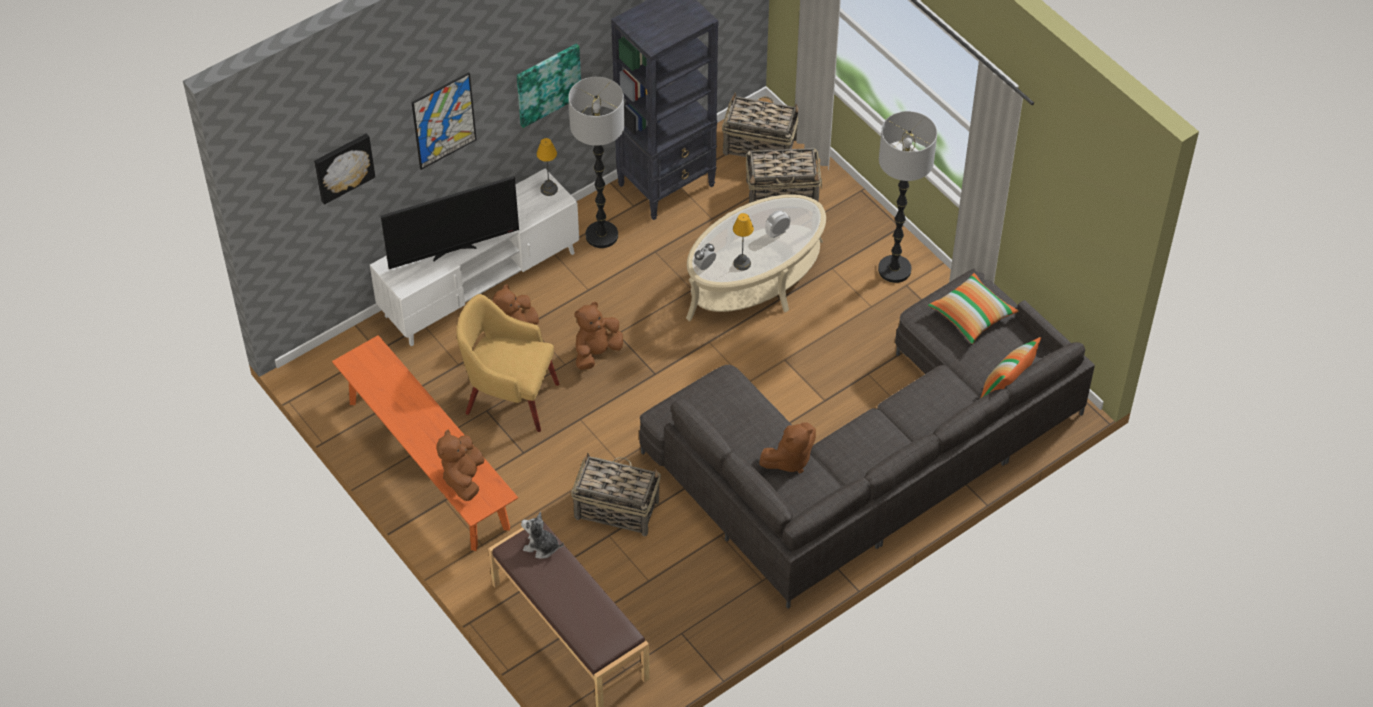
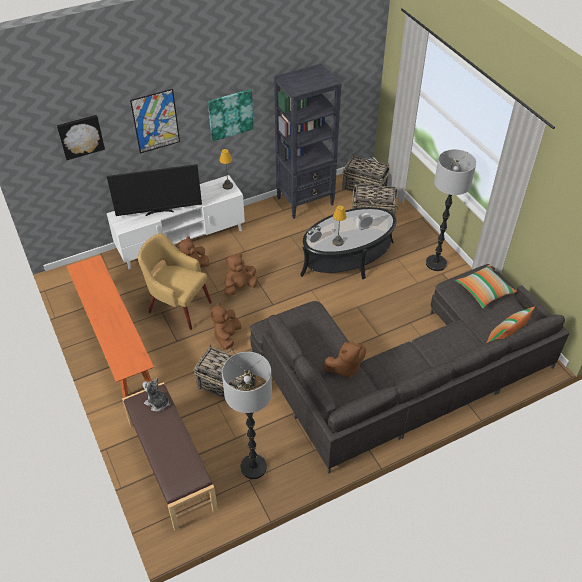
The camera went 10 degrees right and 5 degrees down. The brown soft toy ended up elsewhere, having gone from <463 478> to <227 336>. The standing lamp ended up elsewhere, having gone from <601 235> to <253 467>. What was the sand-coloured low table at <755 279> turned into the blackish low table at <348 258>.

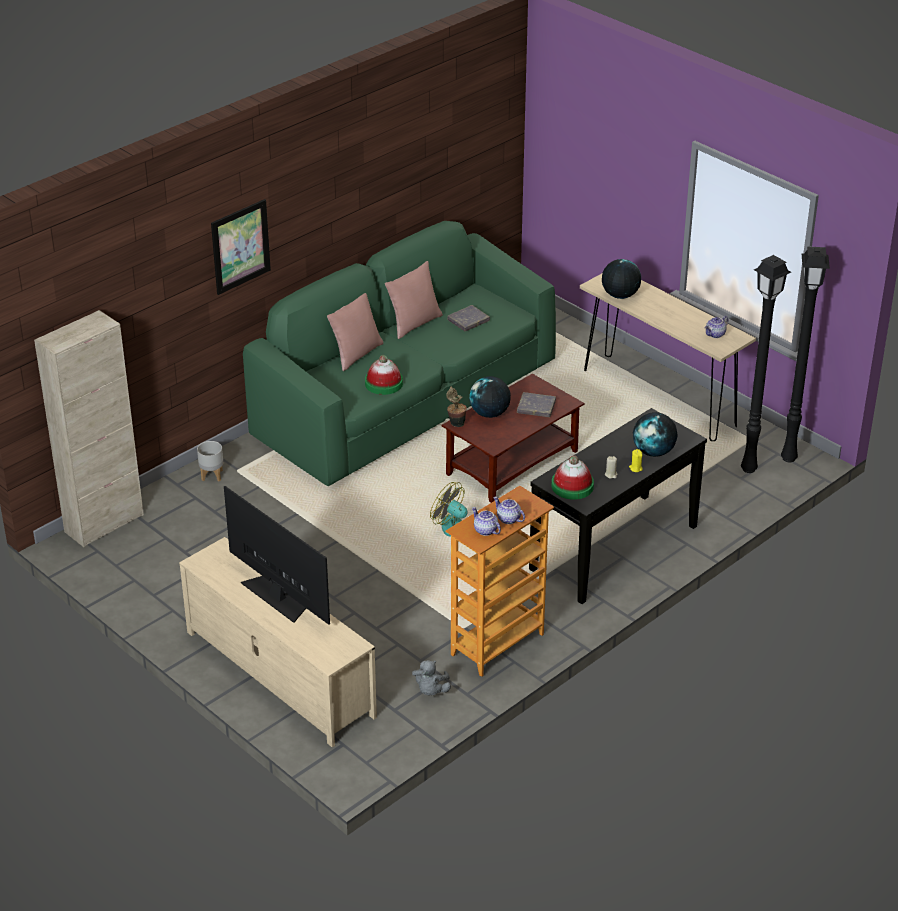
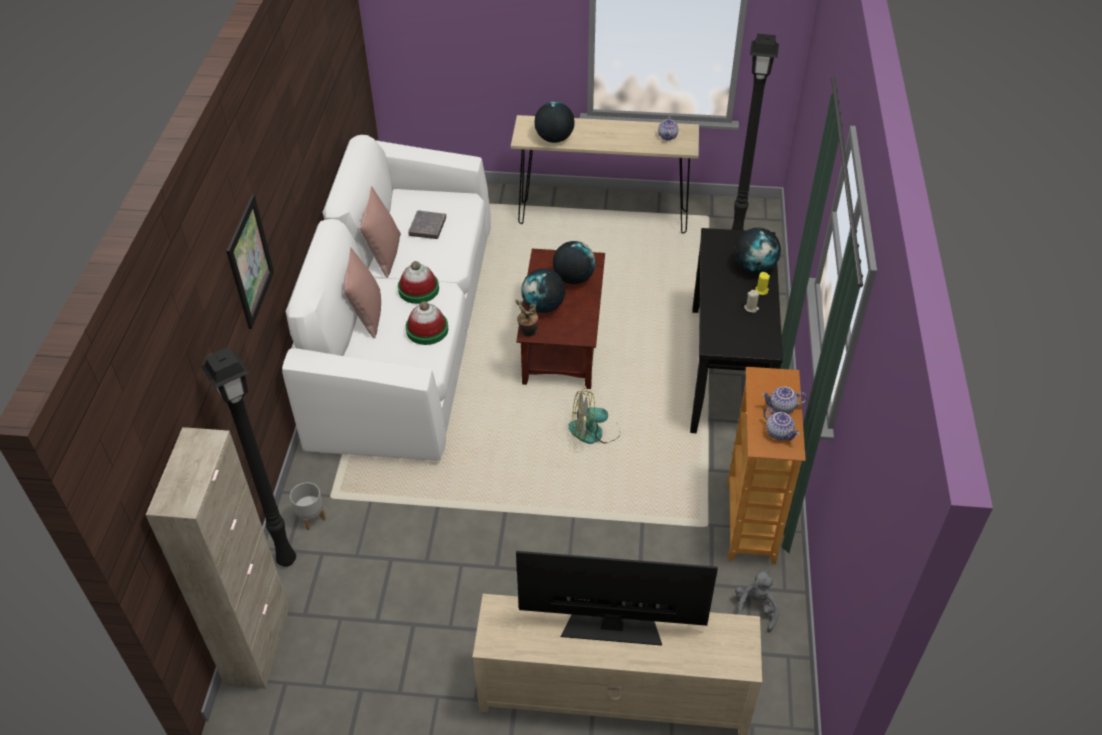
The camera went 40 degrees left and 10 degrees up. What was the greenish settee at <405 399> turned into the whitish settee at <405 331>. The gray soft toy at <431 691> ended up facing another way, 135 degrees counterclockwise from before. The tea pot at <485 530> ended up facing another way, 135 degrees counterclockwise from before. Where the gray book stood at <536 407>, the desk globe came to stand at <573 278>. The wearable hat ended up elsewhere, having gone from <572 486> to <418 289>. The blackish standing lamp ended up elsewhere, having gone from <787 457> to <285 559>.

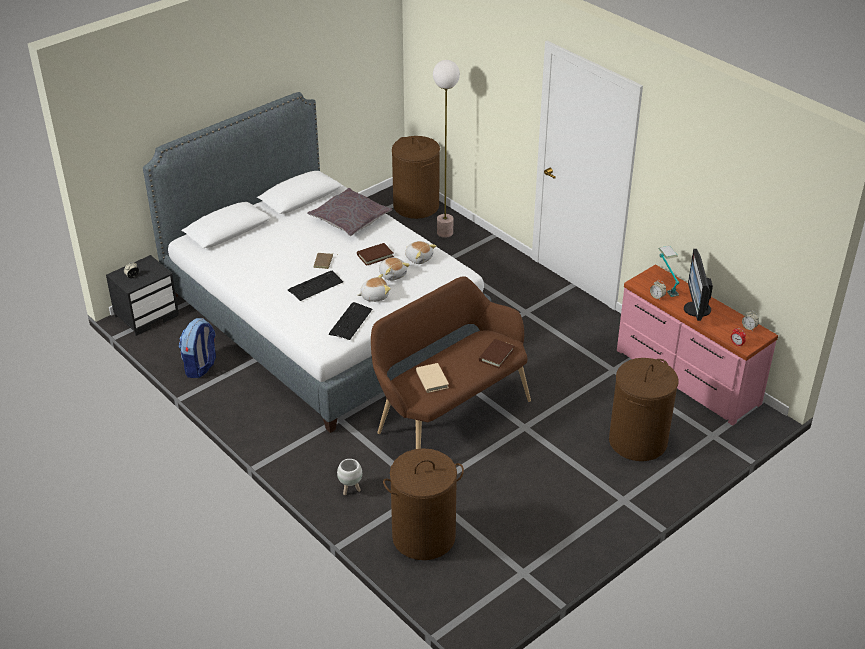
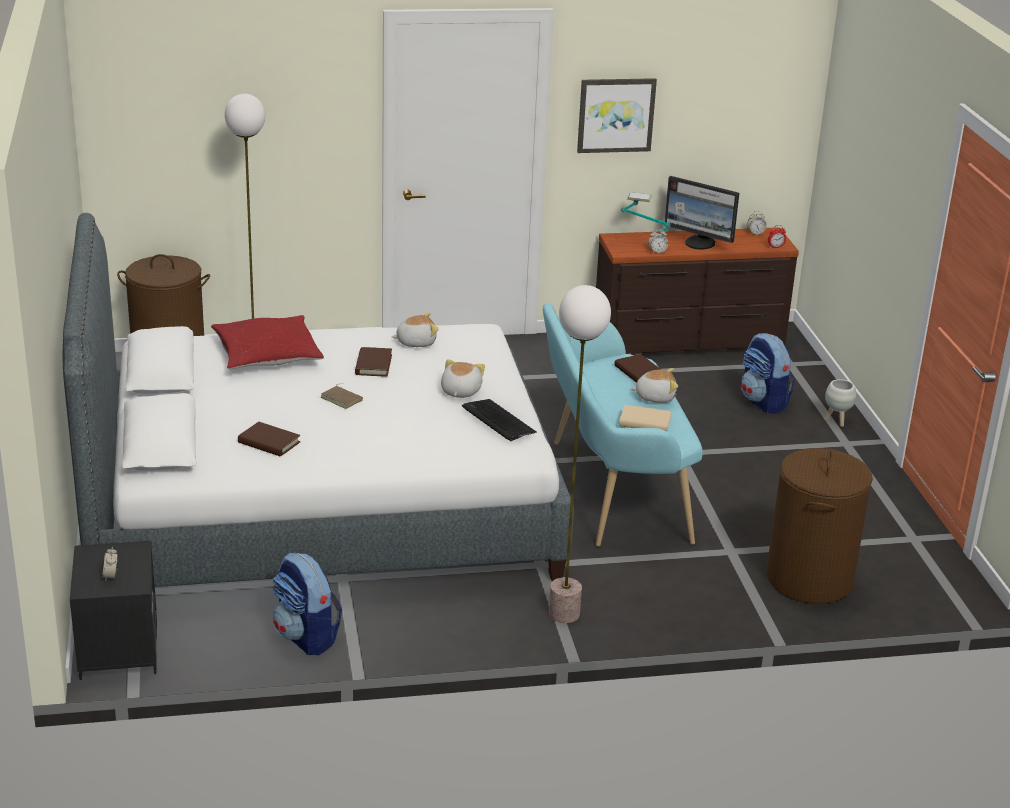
The camera went 60 degrees left and 10 degrees down. The second view lost the computer keyboard at <315 286>. What was the gray throw pillow at <350 219> turned into the red-coloured throw pillow at <267 354>. The whitish flower pot ended up elsewhere, having gone from <350 490> to <837 421>. What was the brown bench at <448 414> turned into the blue-green bench at <610 490>. The soft toy ended up elsewhere, having gone from <393 274> to <655 397>. Where the brown laundry basket stood at <638 441>, the backpack came to stand at <763 402>. What was the pink drawer chest at <686 377> turned into the brown drawer chest at <688 342>. The second view gained the brown book at <269 442>. The second view gained the standing lamp at <564 614>. The second view gained the picture at <616 115>.

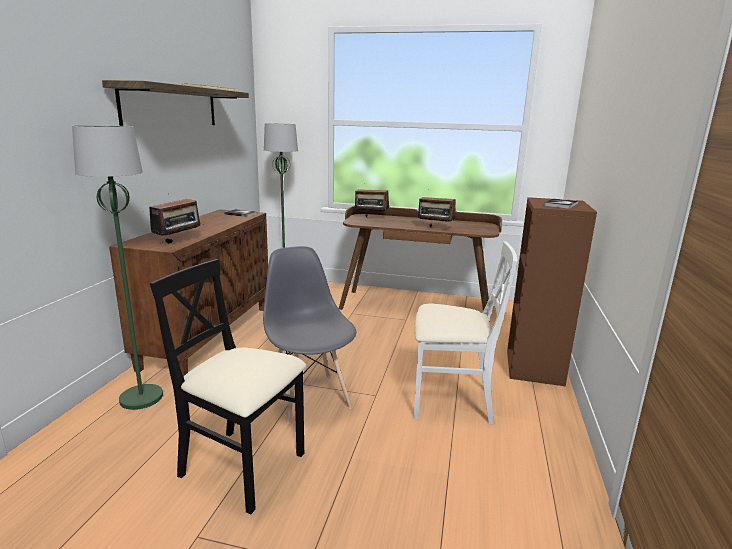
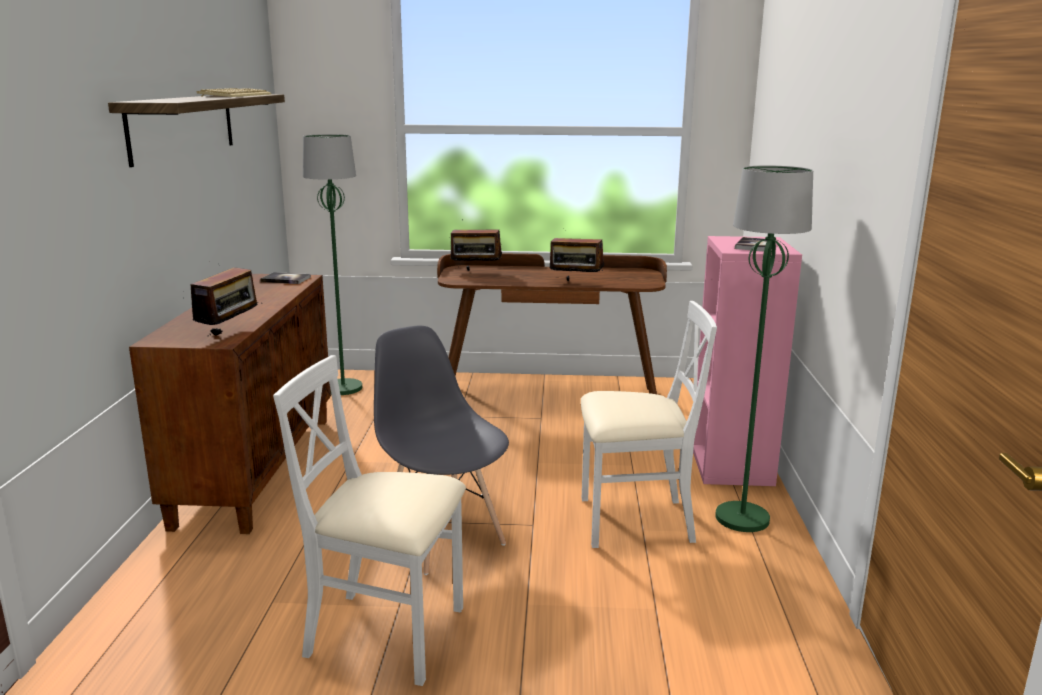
The camera went 10 degrees left and 0 degrees up. The greenish standing lamp ended up elsewhere, having gone from <142 398> to <742 518>. What was the blackish upright chair at <243 467> turned into the whitish upright chair at <387 634>. What was the brown bookcase at <535 367> turned into the pink bookcase at <732 466>.

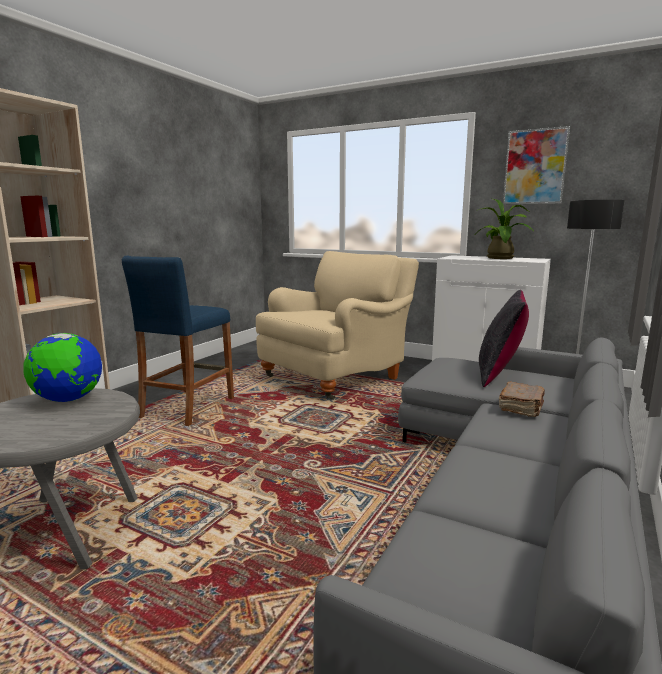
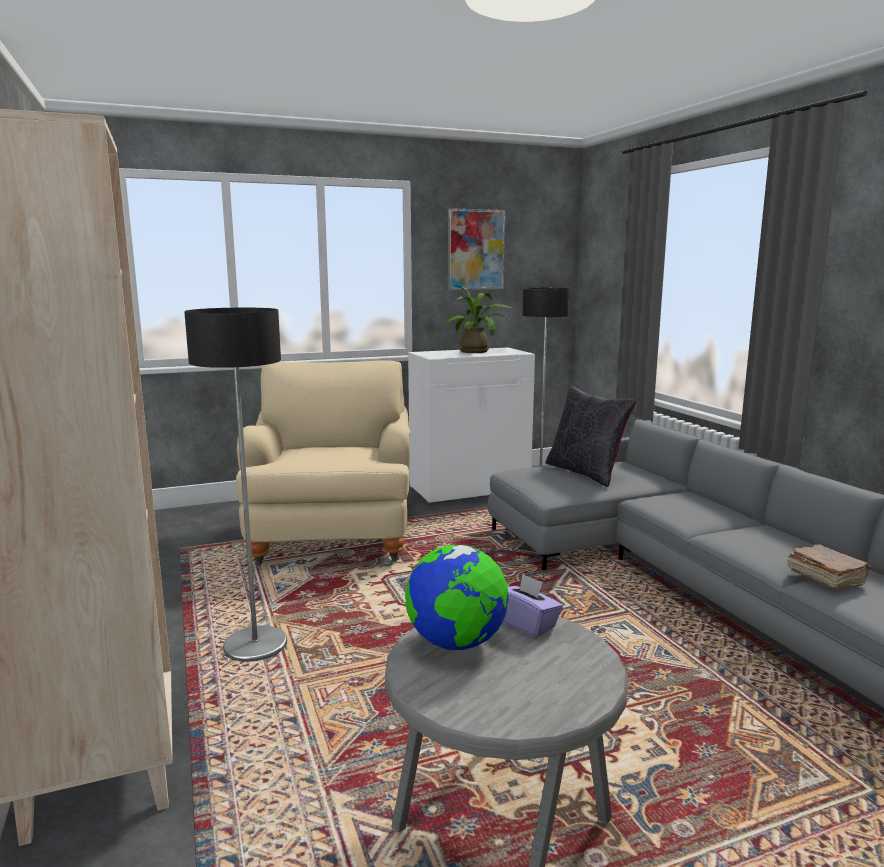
The camera went 50 degrees left and 0 degrees up. Where the bluish sitting stool stood at <187 408>, the standing lamp came to stand at <255 646>. The brown book ended up elsewhere, having gone from <521 408> to <825 578>. The second view gained the purplish tissue holder at <527 623>.

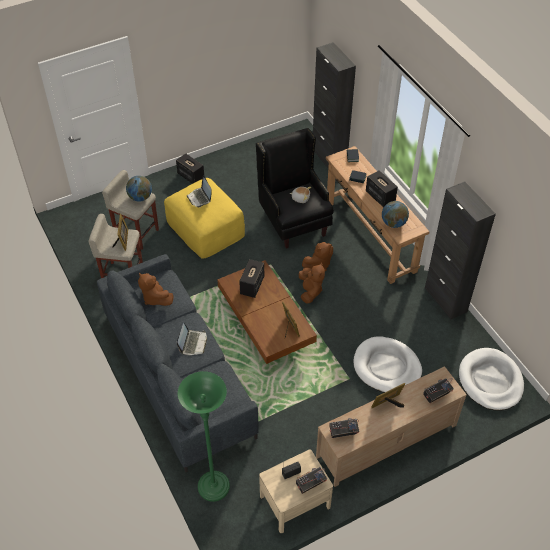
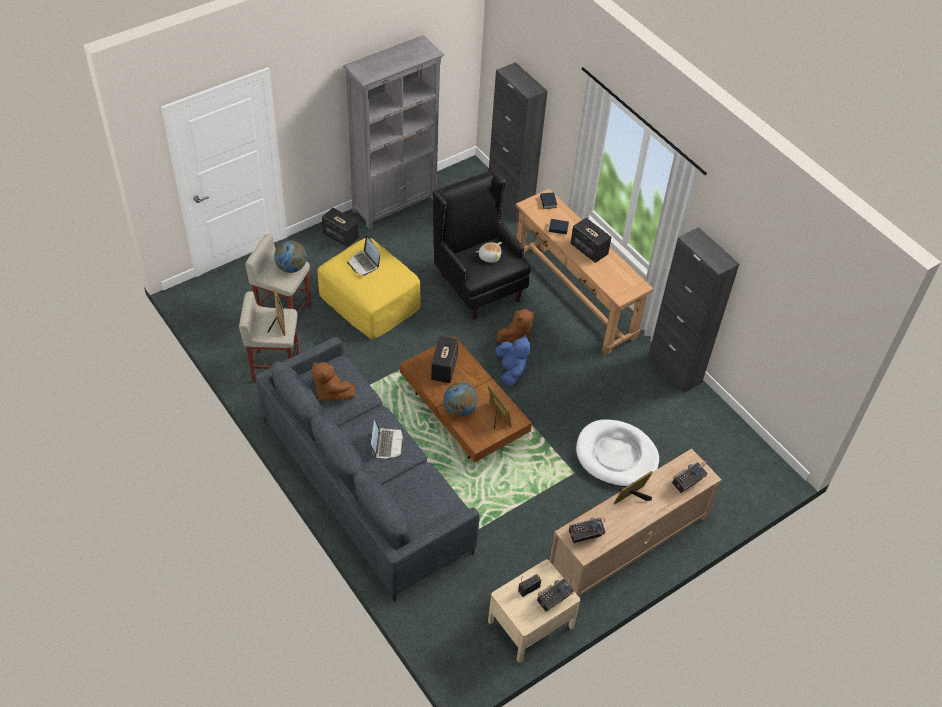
The camera went 10 degrees left and 0 degrees up. The second view lost the greenish standing lamp at <213 487>. What was the brown soft toy at <310 291> turned into the bluish soft toy at <511 370>. The desk globe ended up elsewhere, having gone from <393 223> to <459 409>. The second view lost the whitish pet bed at <490 381>. The second view gained the gray bookcase at <395 204>.

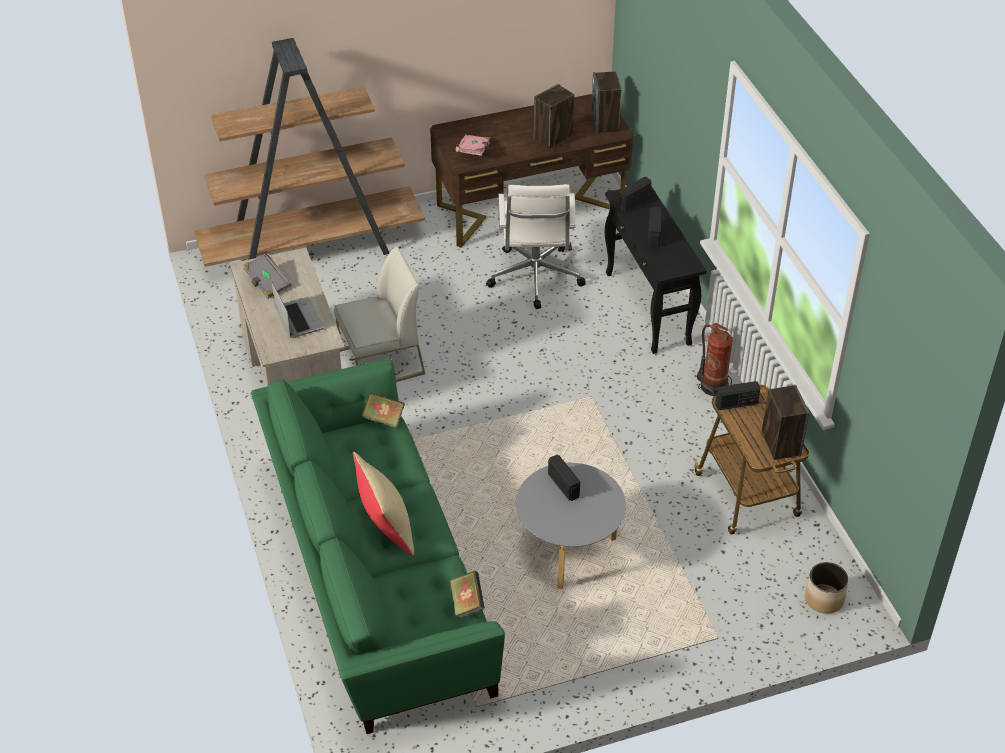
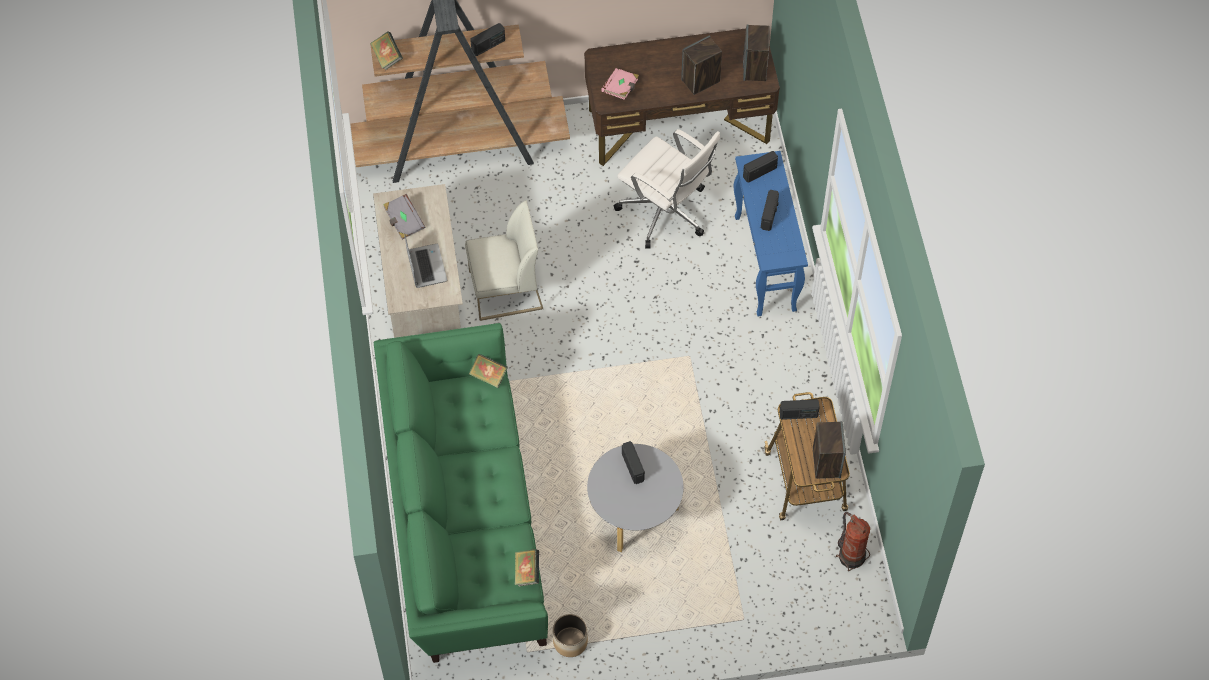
The camera went 10 degrees right and 15 degrees up. The second view lost the sand-coloured throw pillow at <385 527>. The whitish office chair at <535 278> ended up facing another way, 60 degrees counterclockwise from before. What was the blackish hall table at <648 309> turned into the bluish hall table at <765 264>. The extinguisher ended up elsewhere, having gone from <713 385> to <851 555>. The flower pot ended up elsewhere, having gone from <824 599> to <570 642>. The second view gained the book at <387 57>. The second view gained the radio receiver at <488 45>.

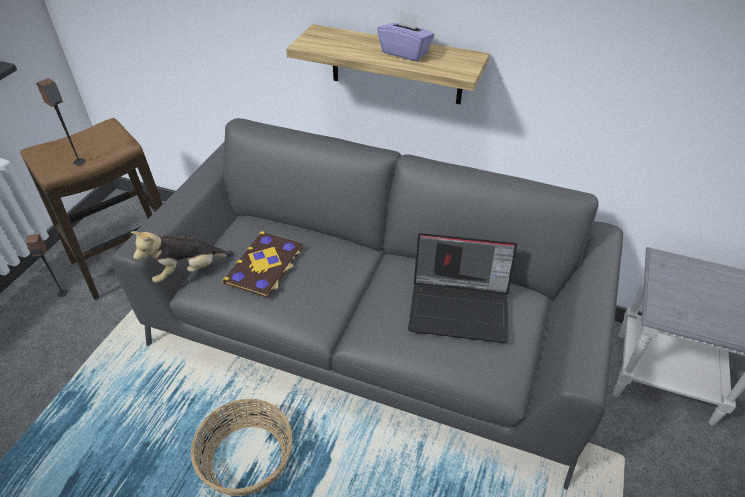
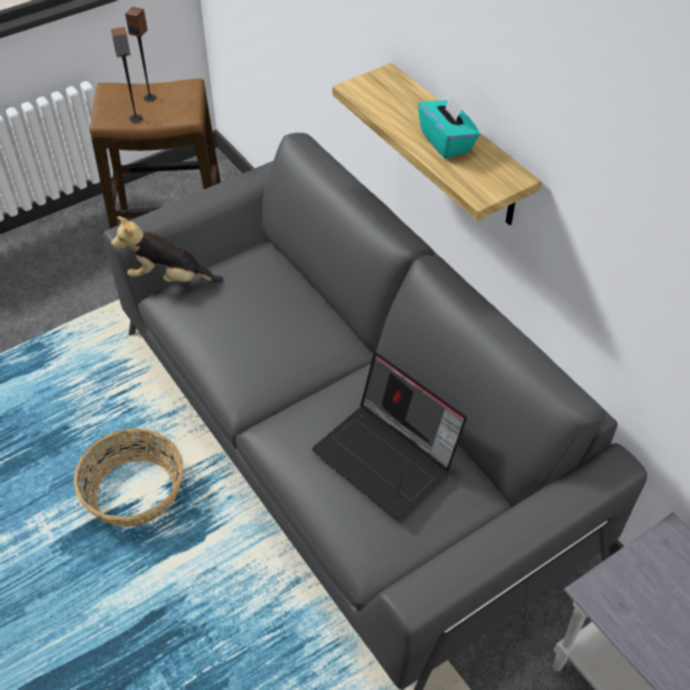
The camera went 35 degrees right and 5 degrees up. The loudspeaker ended up elsewhere, having gone from <62 293> to <150 97>. The second view lost the book at <265 265>. What was the purplish tissue holder at <405 52> turned into the blue-green tissue holder at <446 142>.

